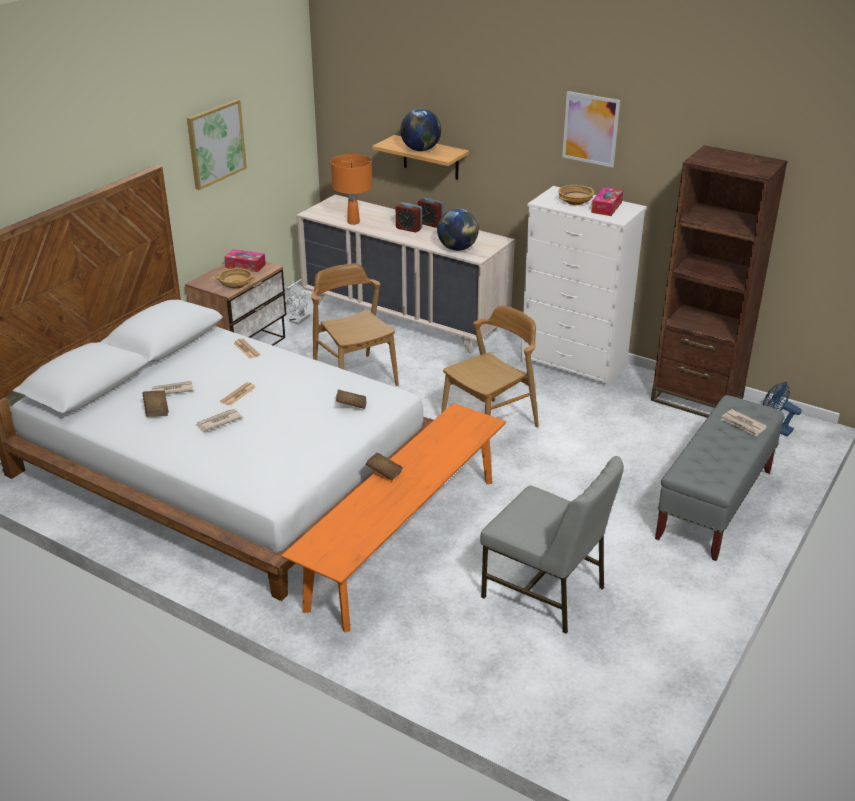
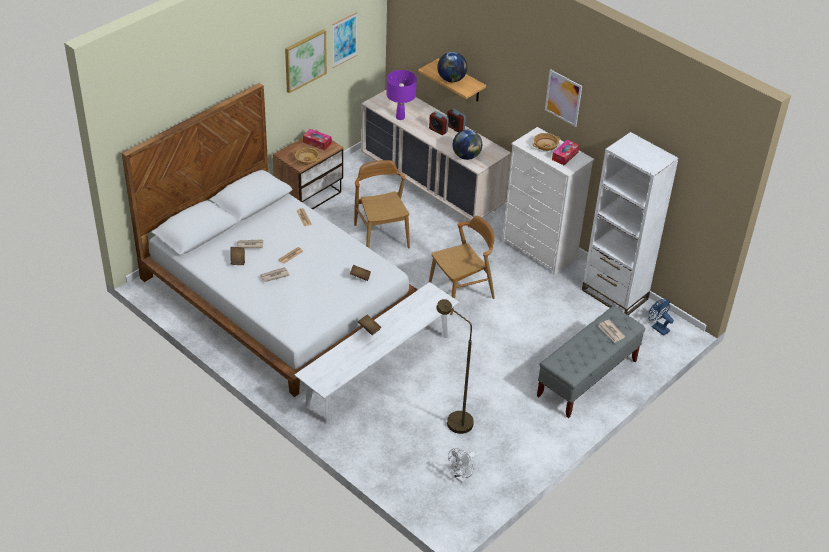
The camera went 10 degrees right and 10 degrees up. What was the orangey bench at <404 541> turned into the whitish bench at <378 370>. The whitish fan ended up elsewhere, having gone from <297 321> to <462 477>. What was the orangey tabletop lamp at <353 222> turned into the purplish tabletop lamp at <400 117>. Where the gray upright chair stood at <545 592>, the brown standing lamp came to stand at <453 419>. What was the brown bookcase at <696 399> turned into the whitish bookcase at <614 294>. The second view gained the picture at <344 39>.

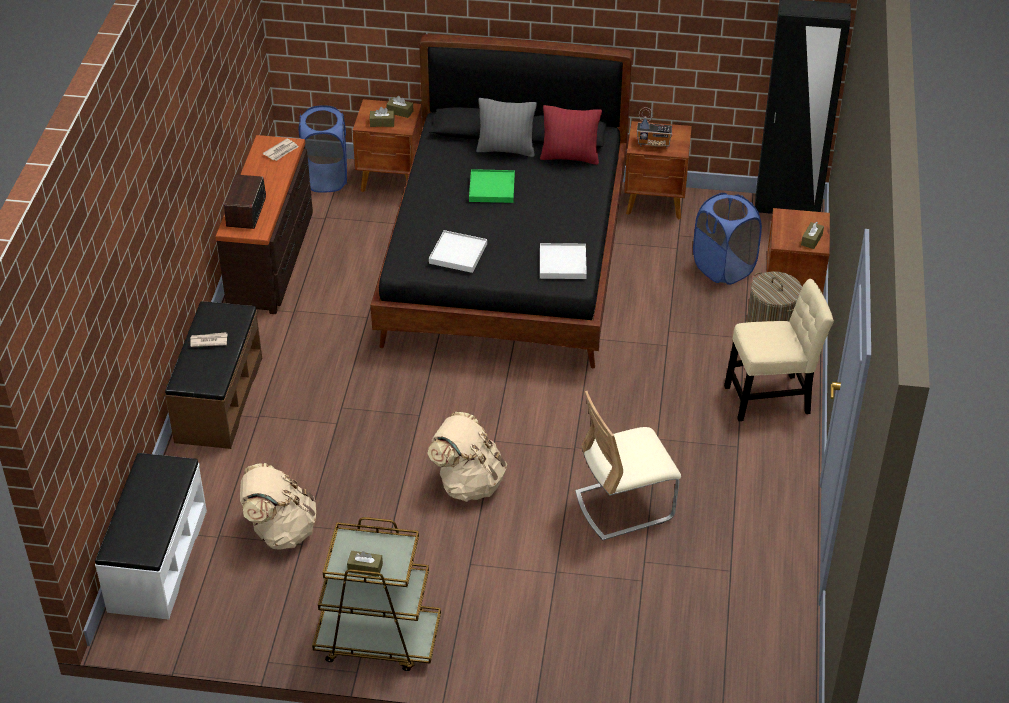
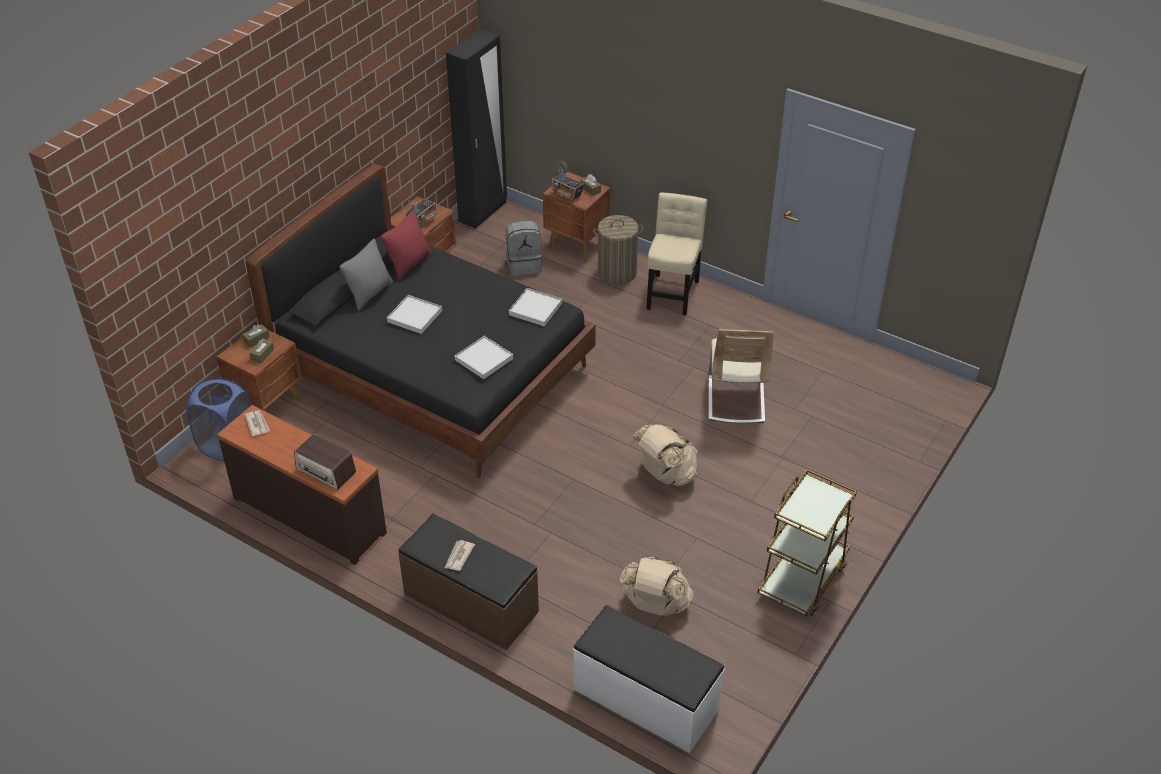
The camera went 65 degrees left and 0 degrees up. The second view lost the brown tissue holder at <365 568>. What was the greenish tray at <491 188> turned into the whitish tray at <414 316>. Where the bluish laundry basket stood at <723 268>, the gray backpack came to stand at <524 265>. The second view gained the radio receiver at <567 194>.

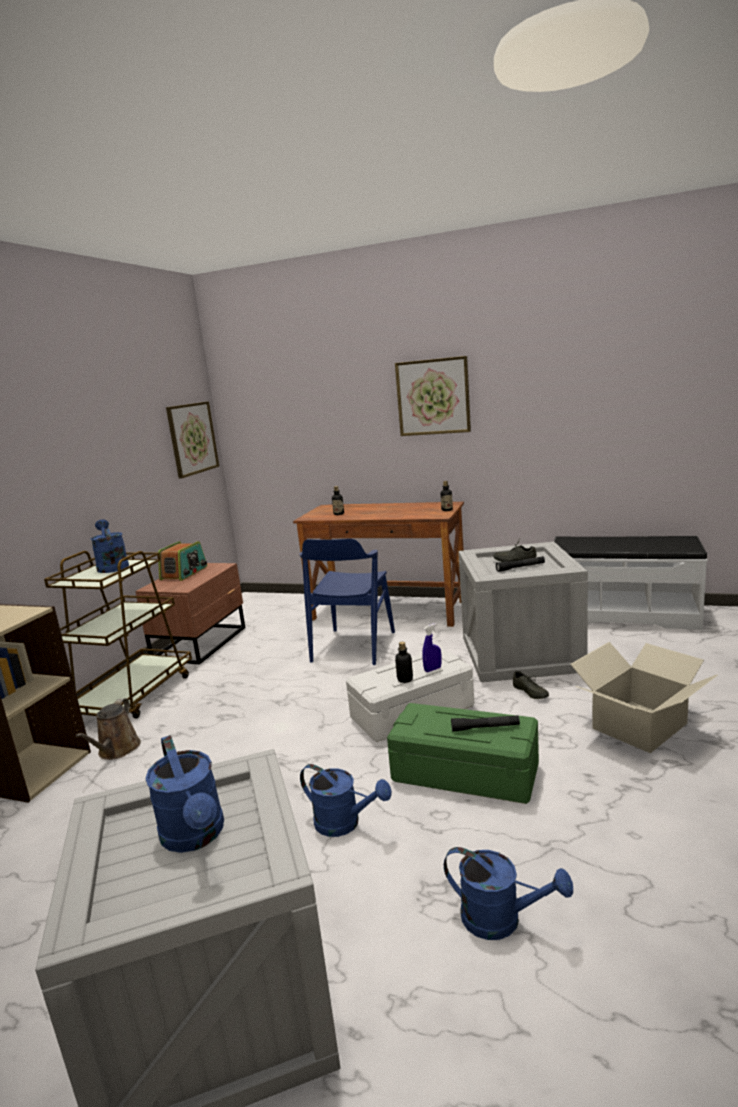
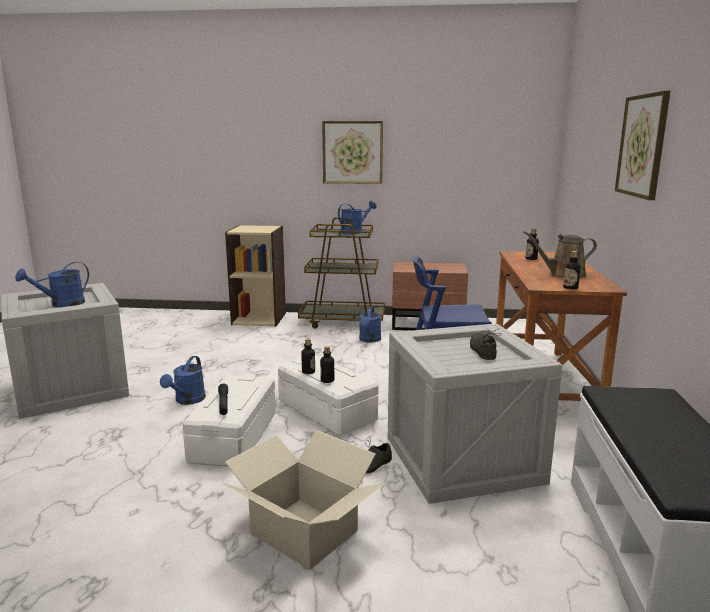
The camera went 75 degrees right and 0 degrees up. The brown watering pot ended up elsewhere, having gone from <117 750> to <563 275>. The second view lost the radio receiver at <184 573>. The picture ended up elsewhere, having gone from <192 438> to <352 152>. What was the greenish storage container at <466 772> turned into the whitish storage container at <235 437>. Where the bluish sprayer stood at <433 669>, the bottle came to stand at <327 380>. The bluish watering pot ended up elsewhere, having gone from <501 919> to <369 340>. The second view lost the blackish hand torch at <520 567>.

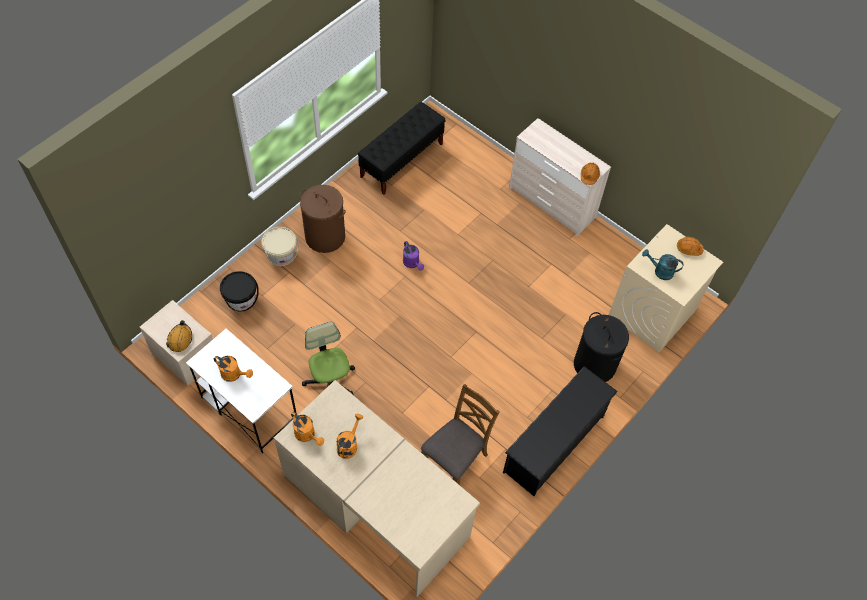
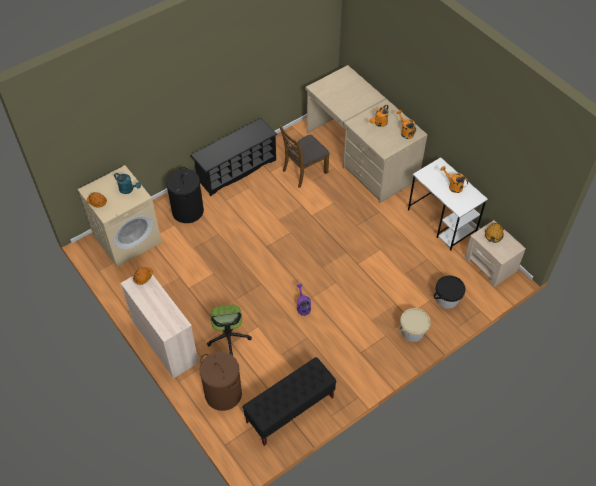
The camera went 165 degrees left and 5 degrees down. The brown laundry basket ended up elsewhere, having gone from <325 236> to <223 394>. The office chair ended up elsewhere, having gone from <330 382> to <229 337>.

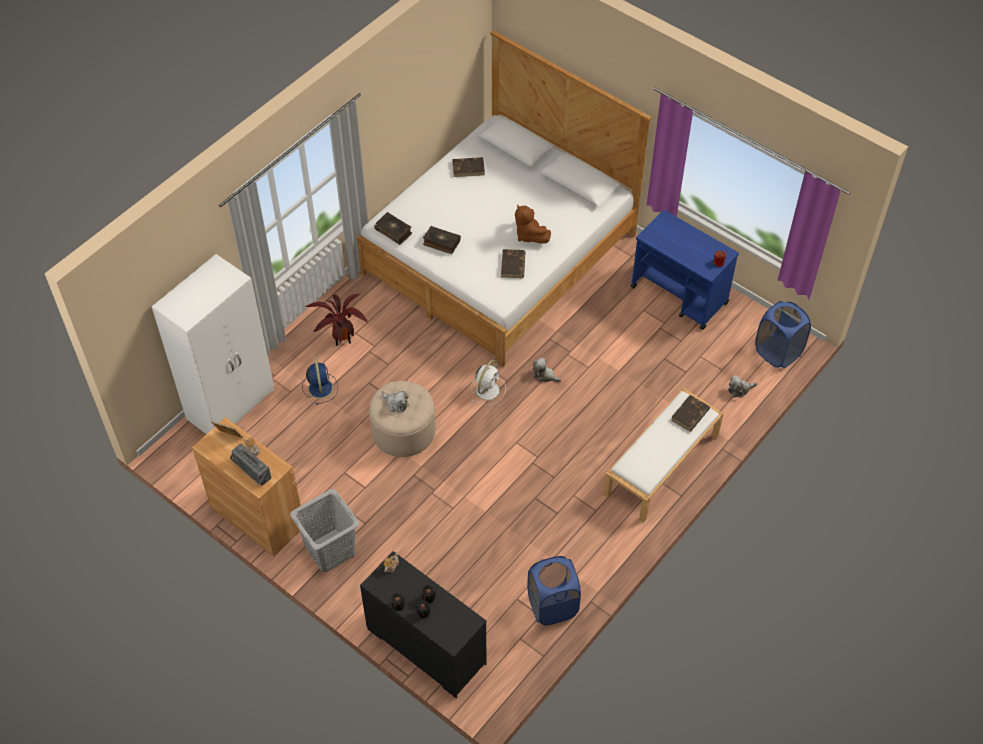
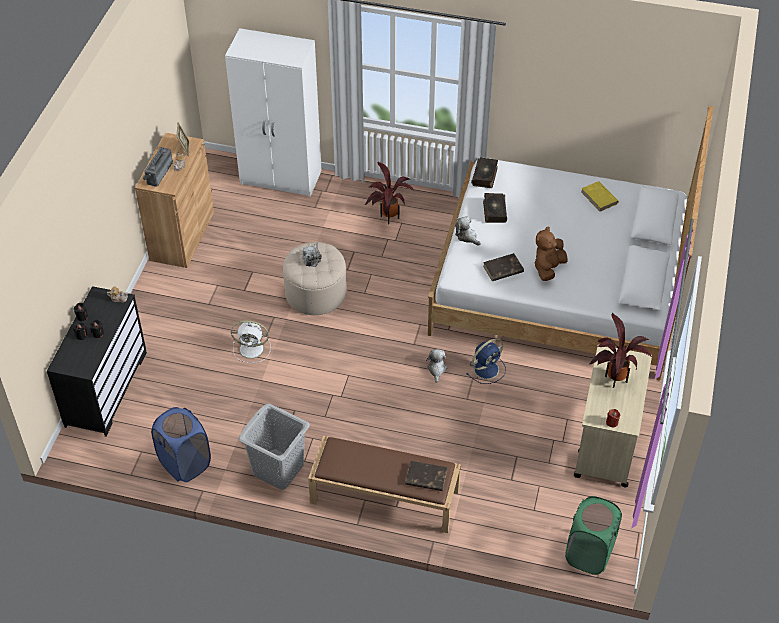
The camera went 65 degrees right and 5 degrees down. The gray laundry basket ended up elsewhere, having gone from <330 550> to <278 468>. The bluish fan ended up elsewhere, having gone from <320 387> to <487 368>. What was the brown book at <468 168> turned into the yellow book at <599 198>. The whitish fan ended up elsewhere, having gone from <488 389> to <252 349>. What was the whitish bench at <661 466> turned into the brown bench at <383 496>. What was the bluish cart at <679 295> turned into the sand-coloured cart at <607 443>. The soft toy ended up elsewhere, having gone from <739 390> to <467 236>. What was the bluish laundry basket at <777 352> turned into the greenish laundry basket at <589 553>. The second view gained the potted plant at <613 379>.

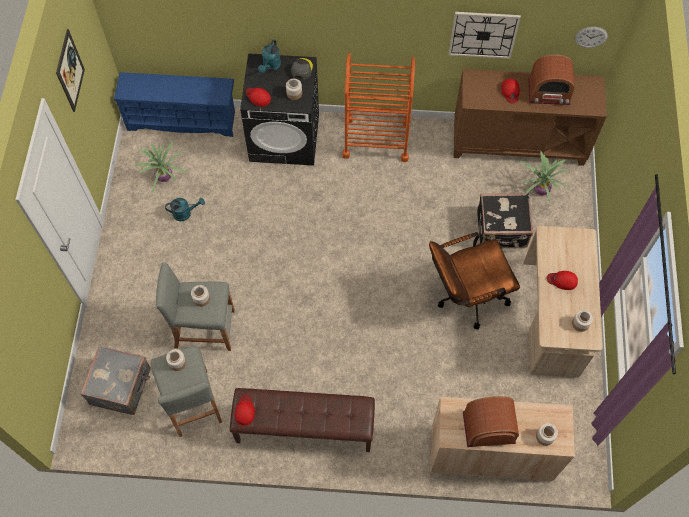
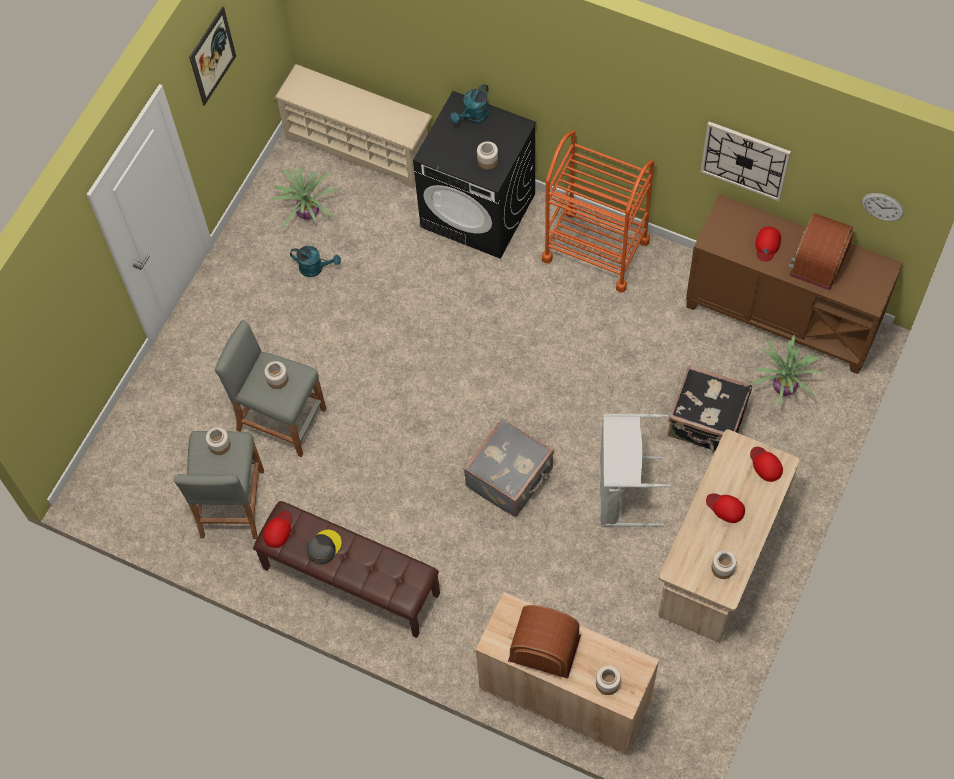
The camera went 25 degrees right and 0 degrees up. The gray suitcase ended up elsewhere, having gone from <122 386> to <511 478>. What was the bluish shoe stand at <182 120> turned into the sand-coloured shoe stand at <359 146>. The red-coloured baseball cap ended up elsewhere, having gone from <258 97> to <765 464>. The gray baseball cap ended up elsewhere, having gone from <301 69> to <323 547>. Where the brown office chair stood at <465 296>, the gray laundry basket came to stand at <621 491>. The radio receiver at <549 92> ended up facing another way, 90 degrees clockwise from before.

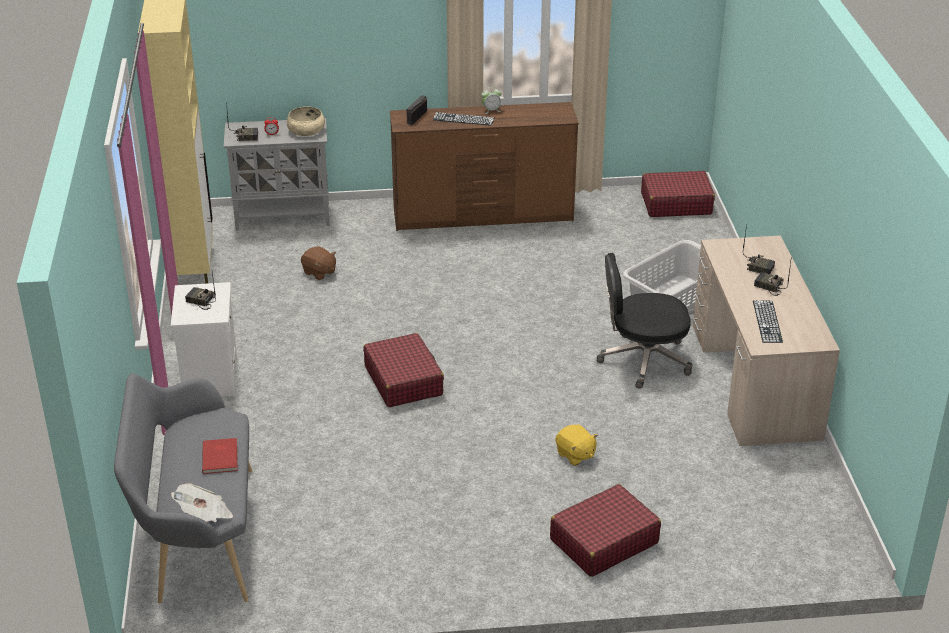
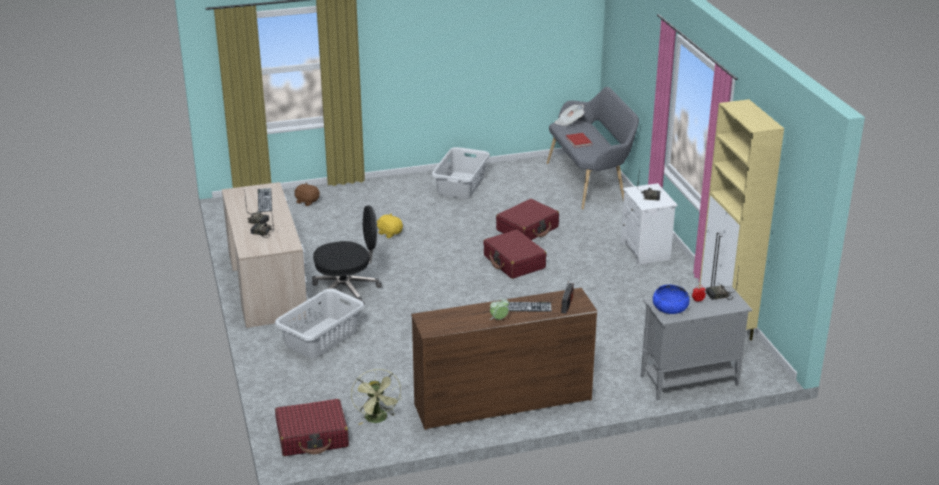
The camera went 170 degrees right and 5 degrees down. What was the sand-coloured bowl at <306 130> turned into the bluish bowl at <670 307>. The brown soft toy ended up elsewhere, having gone from <319 272> to <307 201>. The red-coloured suitcase ended up elsewhere, having gone from <603 541> to <527 229>. The second view gained the greenish fan at <378 419>. The second view gained the gray laundry basket at <461 185>.

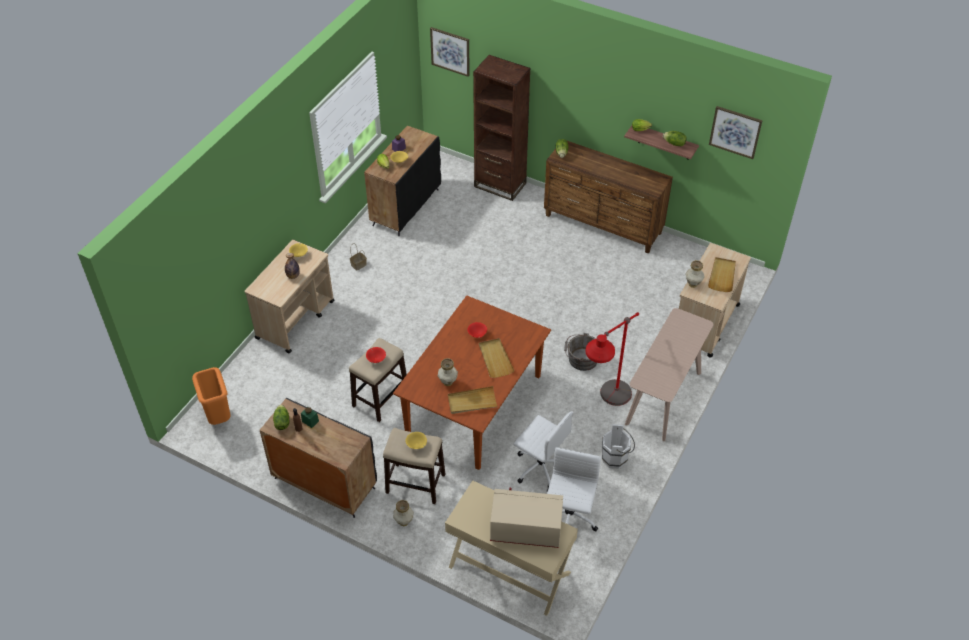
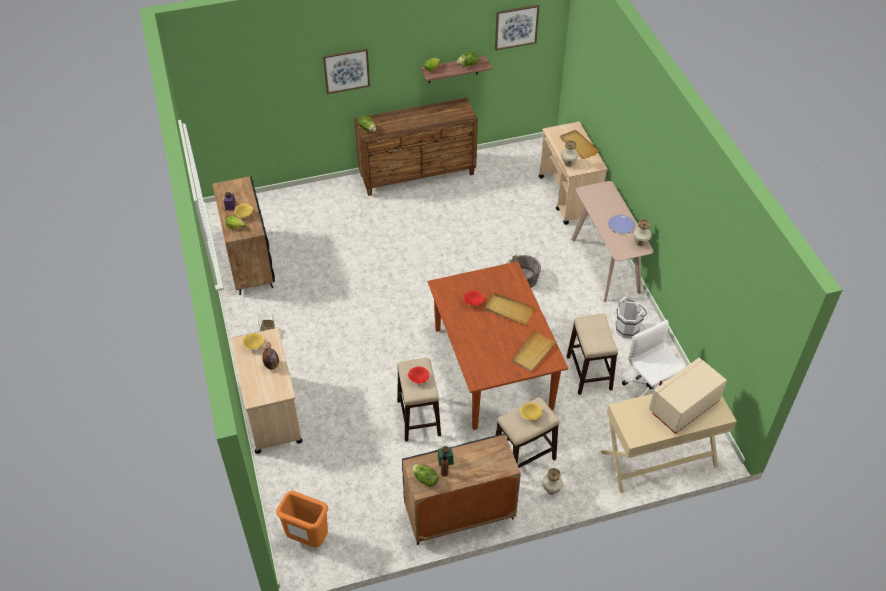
The camera went 45 degrees left and 0 degrees up. The picture ended up elsewhere, having gone from <450 51> to <346 70>. The flower vase ended up elsewhere, having gone from <447 382> to <640 243>. The second view lost the brown bookcase at <500 185>. Where the whitish office chair stood at <540 466>, the sitting stool came to stand at <589 373>. The second view lost the red-coloured standing lamp at <605 408>. The second view gained the dinner plate at <621 225>.

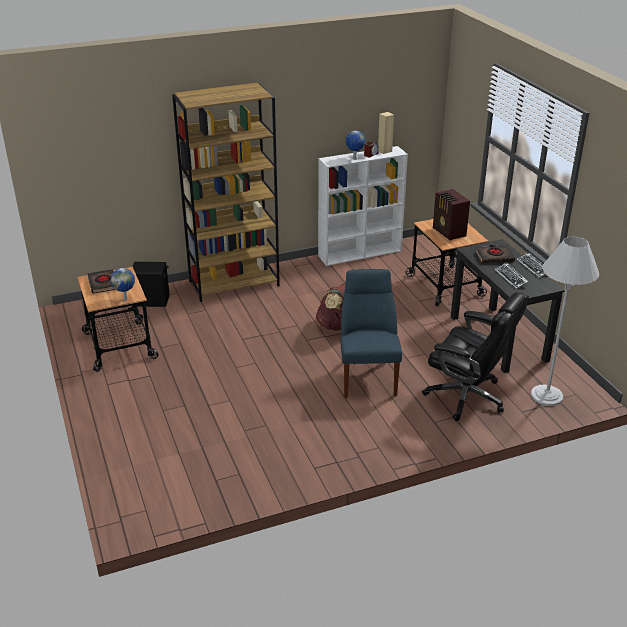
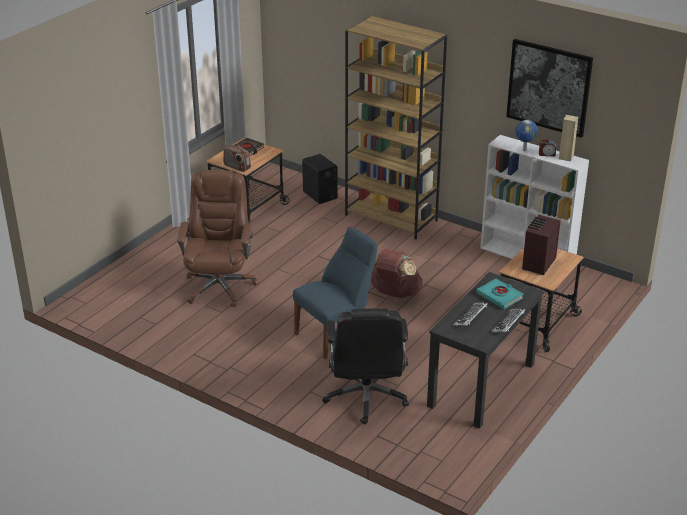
The camera went 55 degrees right and 0 degrees up. Where the desk globe stood at <126 299>, the radio receiver came to stand at <237 167>. What was the blackish book at <494 257> turned into the blue-green book at <499 296>. The second view lost the whitish standing lamp at <547 396>. The second view gained the brown office chair at <220 286>. The second view gained the picture at <549 87>.

